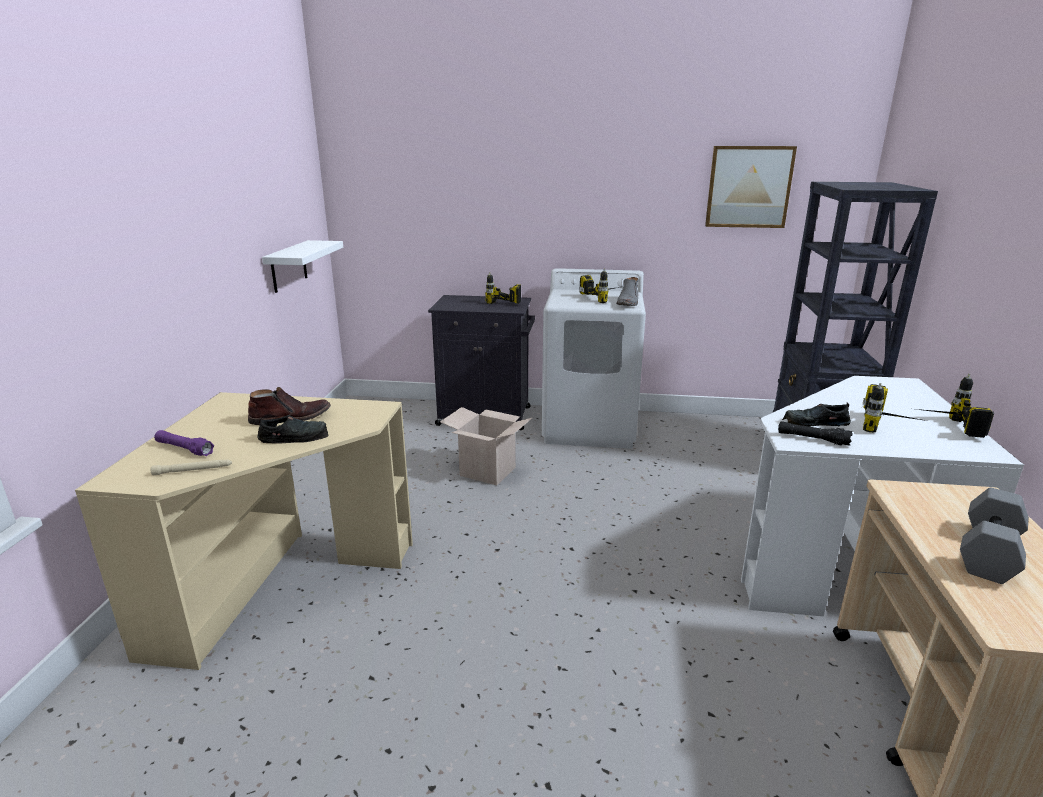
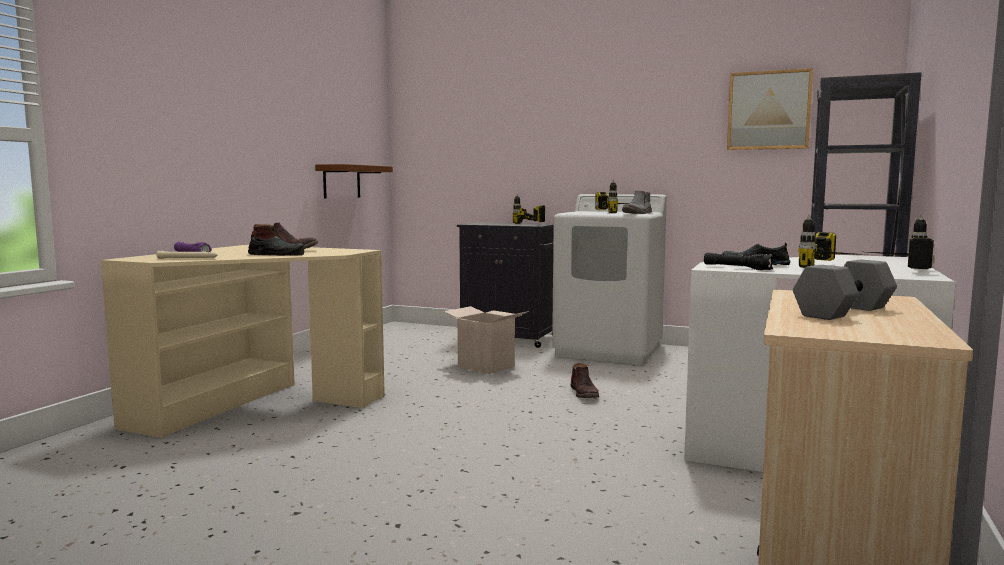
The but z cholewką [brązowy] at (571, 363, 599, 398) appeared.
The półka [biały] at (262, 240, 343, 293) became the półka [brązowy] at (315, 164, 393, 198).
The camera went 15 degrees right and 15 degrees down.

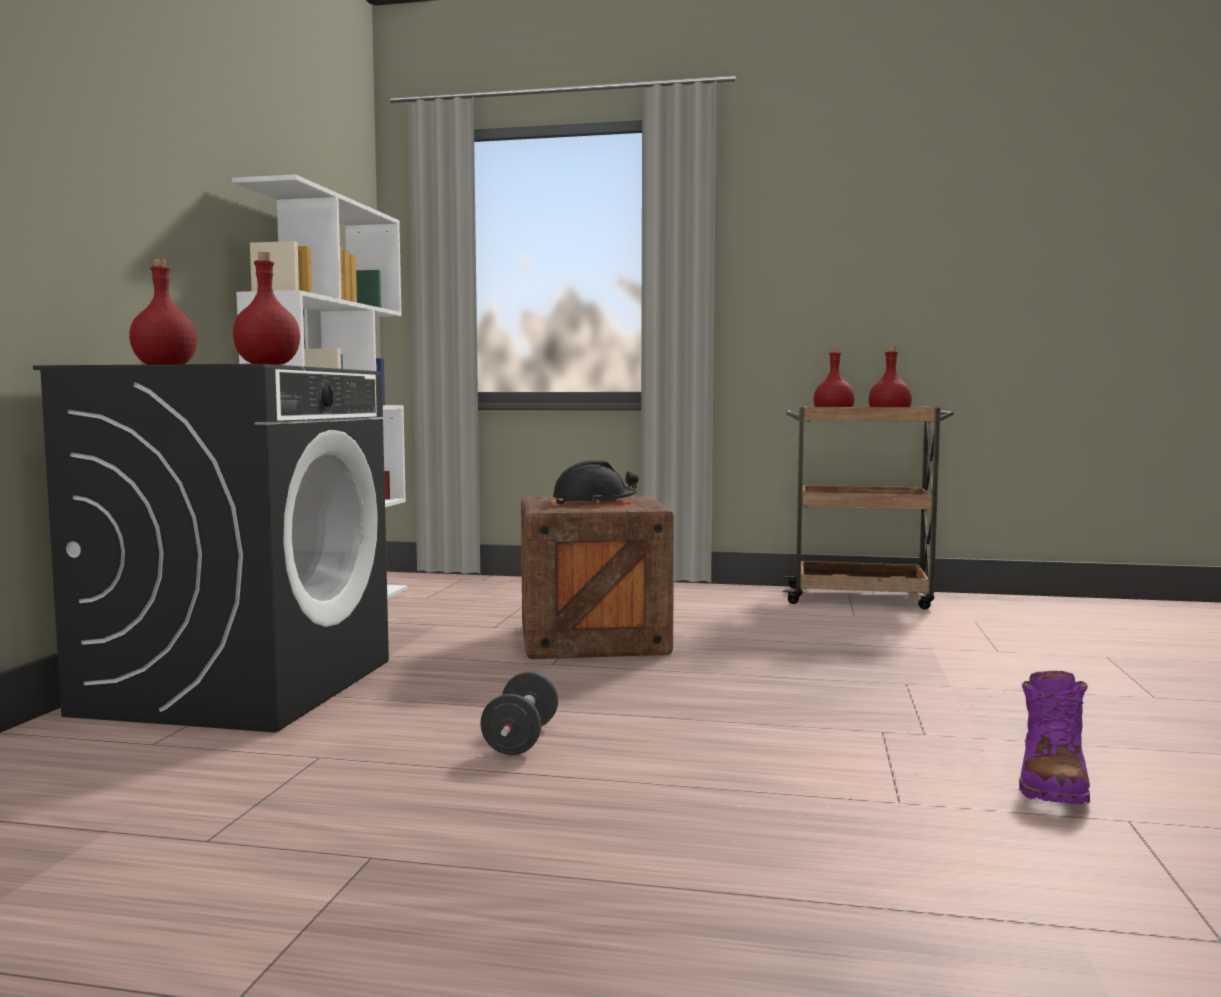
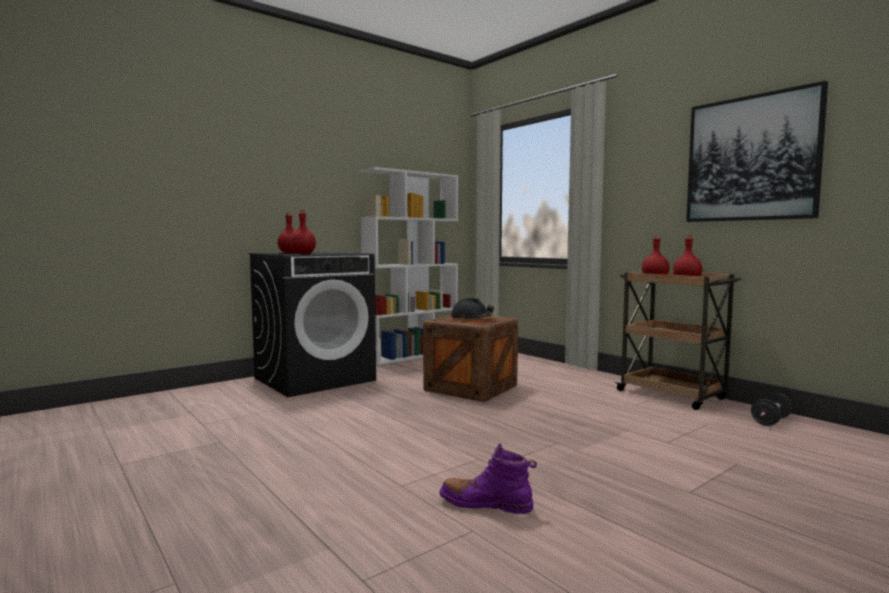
The obraz at (686, 81, 828, 222) appeared.
The hantel [czarny] moved from (480, 672, 558, 755) to (751, 393, 792, 426).
The but z cholewką [fioletowy] at (1019, 671, 1090, 804) turned 45 degrees clockwise.
The camera went 40 degrees right and 0 degrees up.

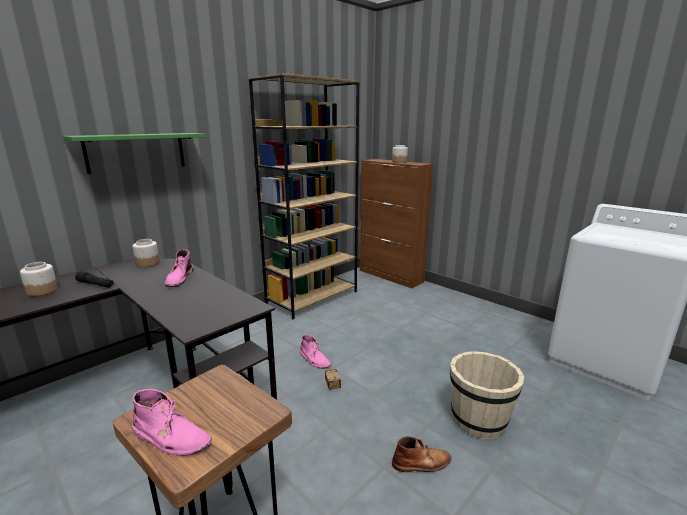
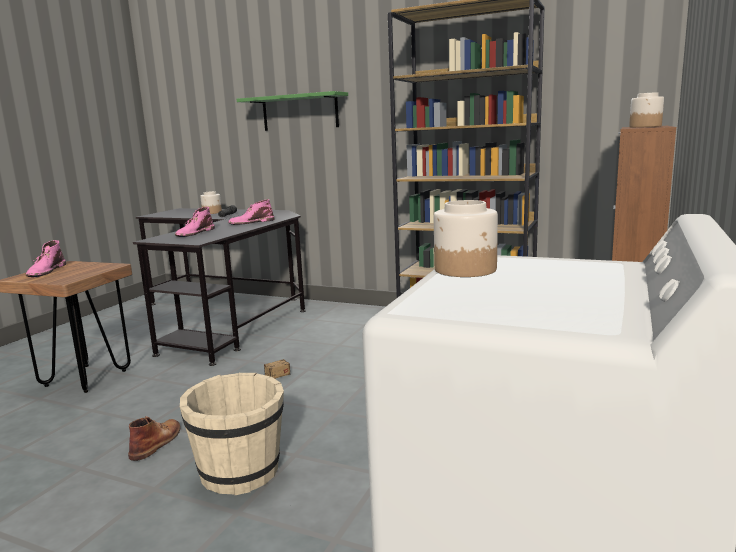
The słoik moved from (132, 239, 160, 267) to (434, 200, 498, 277).
The but z cholewką [różowy] moved from (300, 335, 331, 369) to (175, 207, 215, 237).
The but z cholewką [brązowy] at (392, 437, 451, 472) turned 135 degrees counterclockwise.
The camera went 70 degrees right and 5 degrees down.

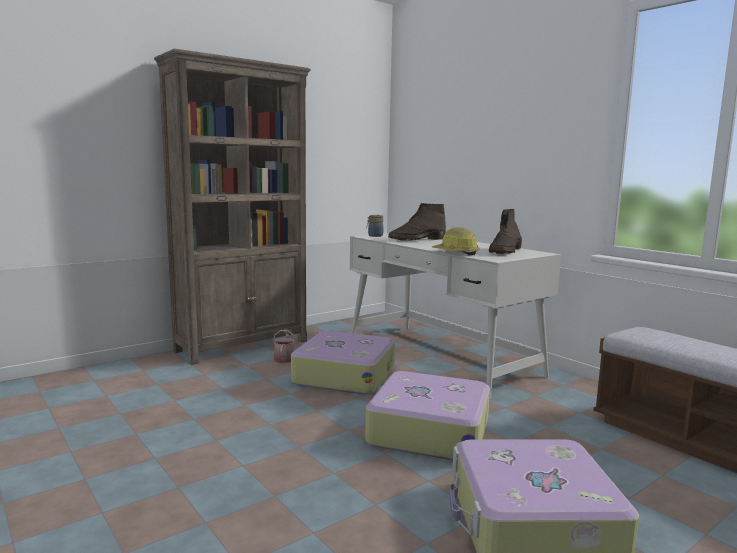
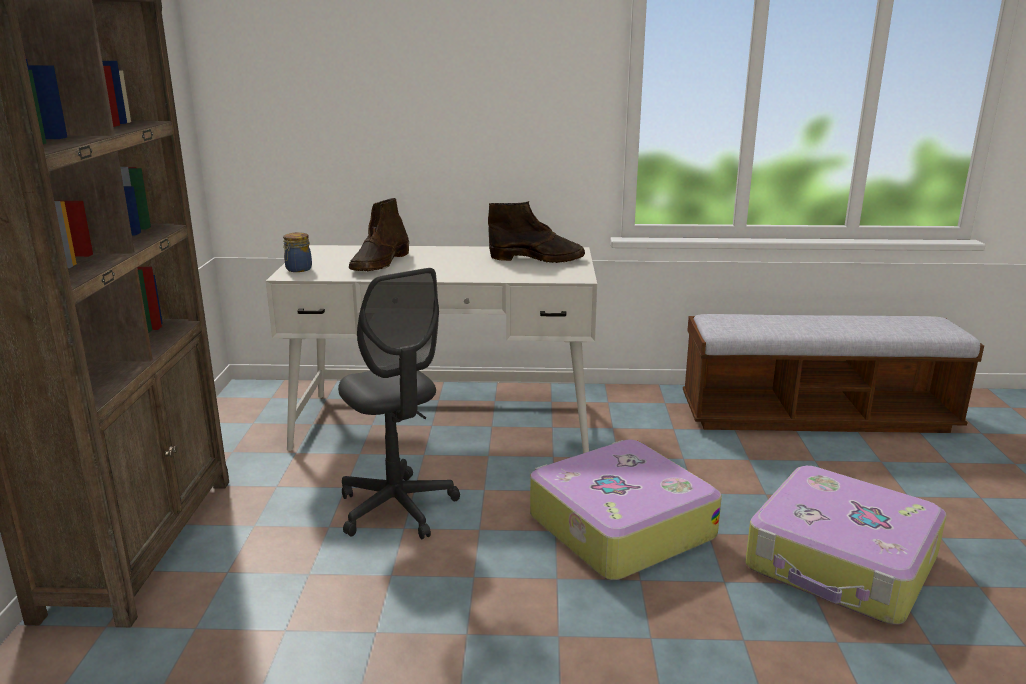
The konewka at (272, 329, 296, 363) disappeared.
The kask at (432, 227, 479, 256) disappeared.
The walizka at (291, 331, 395, 395) was replaced by the krzesło biurowe [szary] at (338, 268, 460, 539).
The but z cholewką [brązowy] at (489, 209, 522, 254) turned 60 degrees counterclockwise.
The camera went 50 degrees left and 10 degrees up.

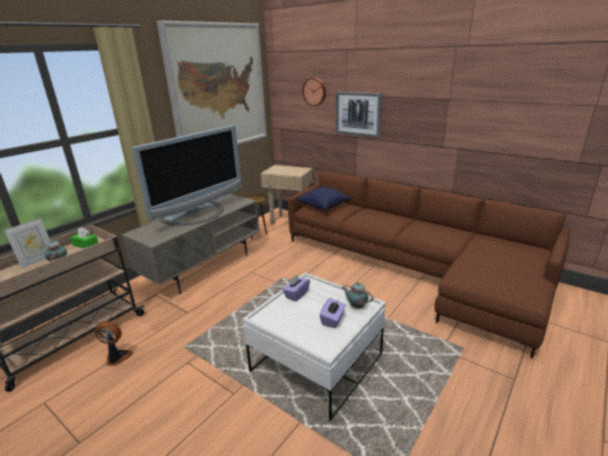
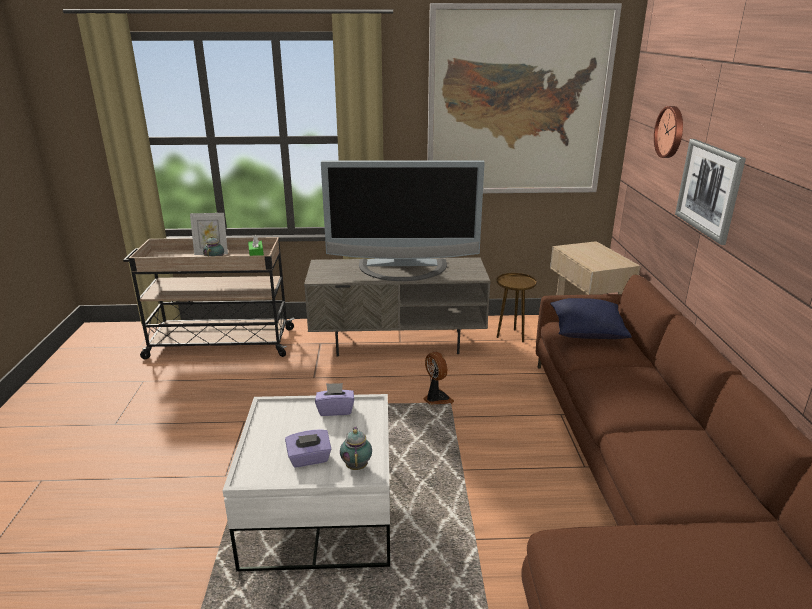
The wentylator moved from (95, 321, 133, 366) to (423, 352, 454, 405).
The camera went 50 degrees right and 0 degrees up.

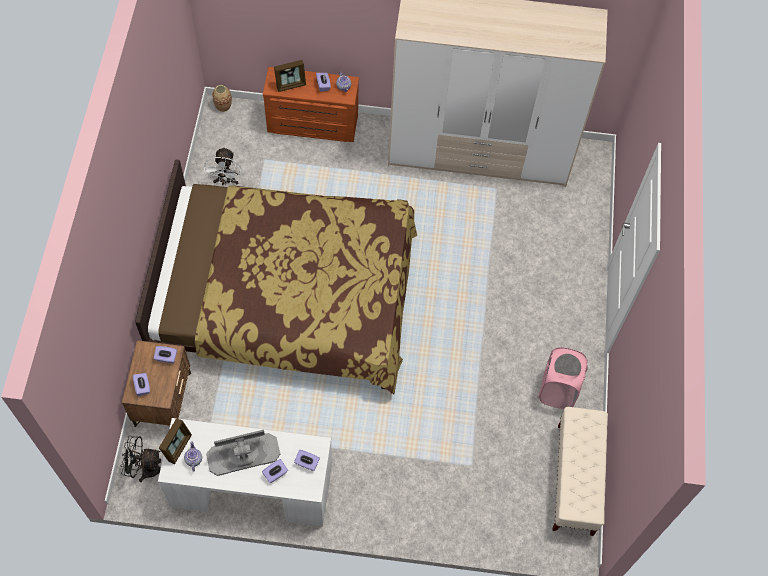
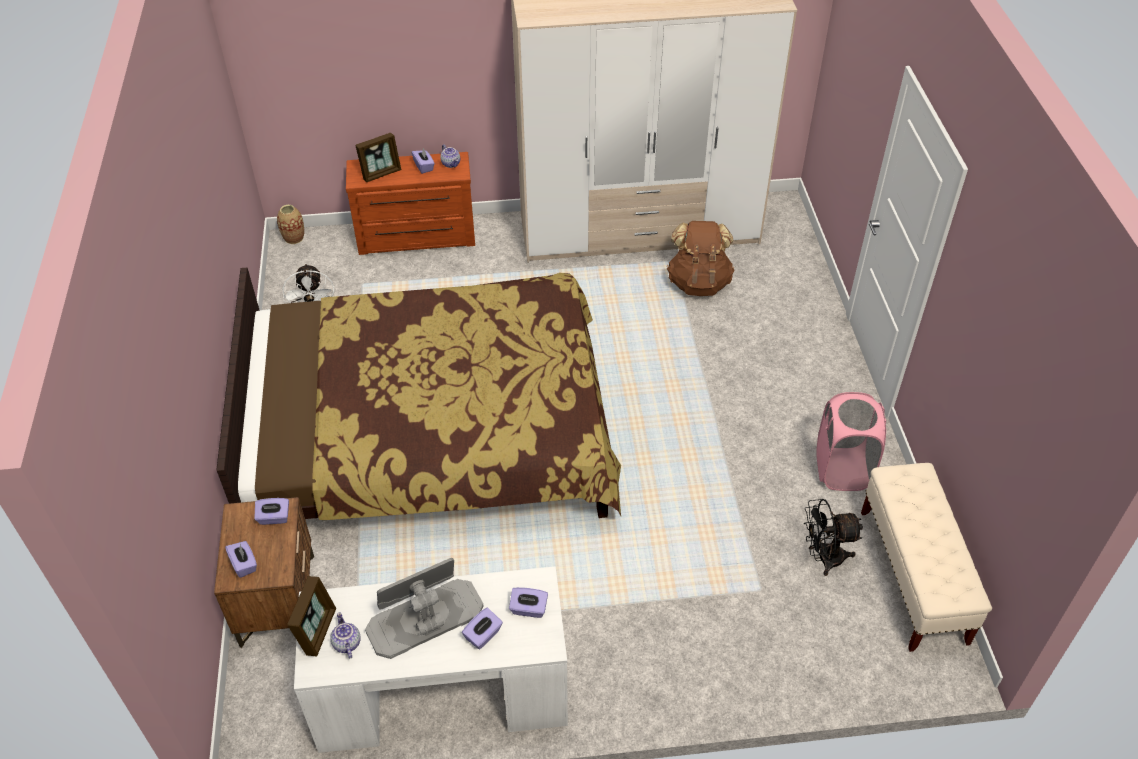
The plecak [brązowy] at (667, 221, 735, 296) appeared.
The wentylator [czarny] moved from (120, 436, 161, 482) to (804, 499, 863, 576).
The camera went 10 degrees left and 15 degrees down.

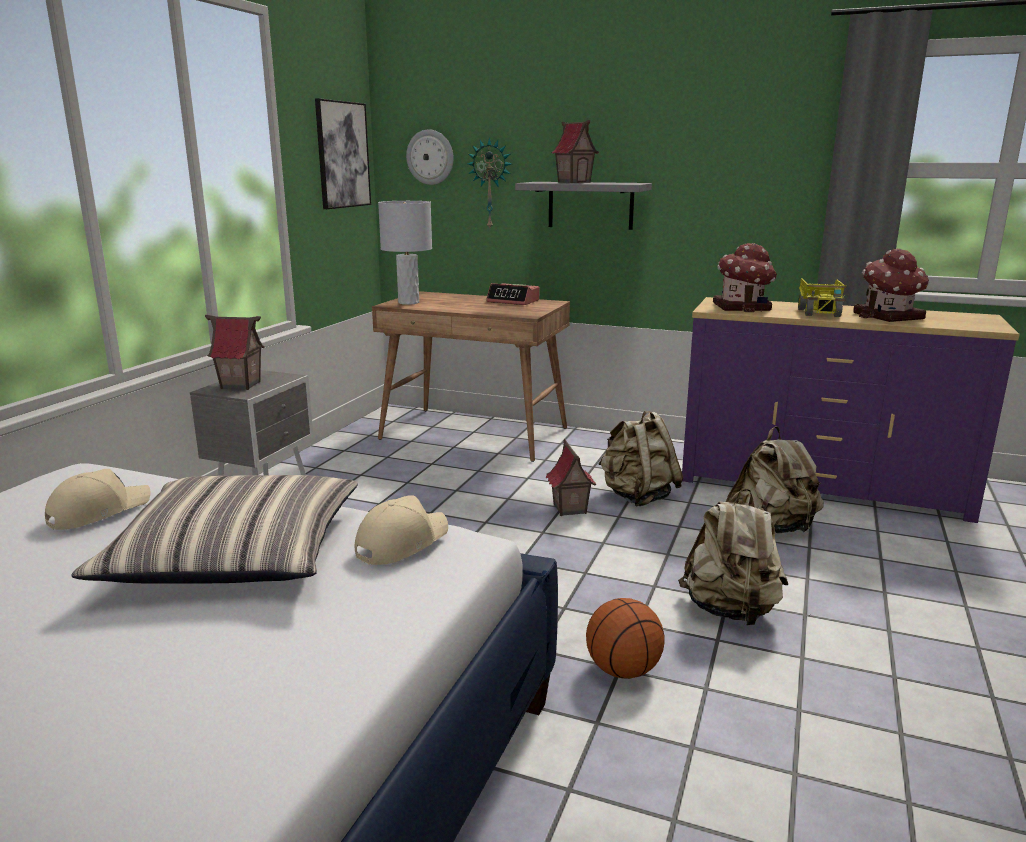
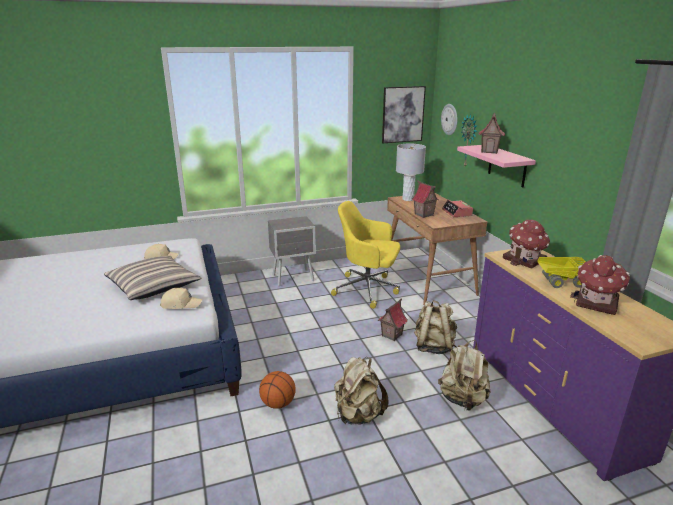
The krzesło biurowe [żółty] at (331, 201, 400, 309) appeared.
The domek moved from (205, 315, 265, 390) to (412, 180, 439, 218).
The półka [szary] at (515, 182, 652, 230) became the półka [różowy] at (457, 145, 536, 188).
The ciężarówka zabawkowa at (798, 278, 846, 317) turned 150 degrees counterclockwise.
The camera went 50 degrees right and 5 degrees up.

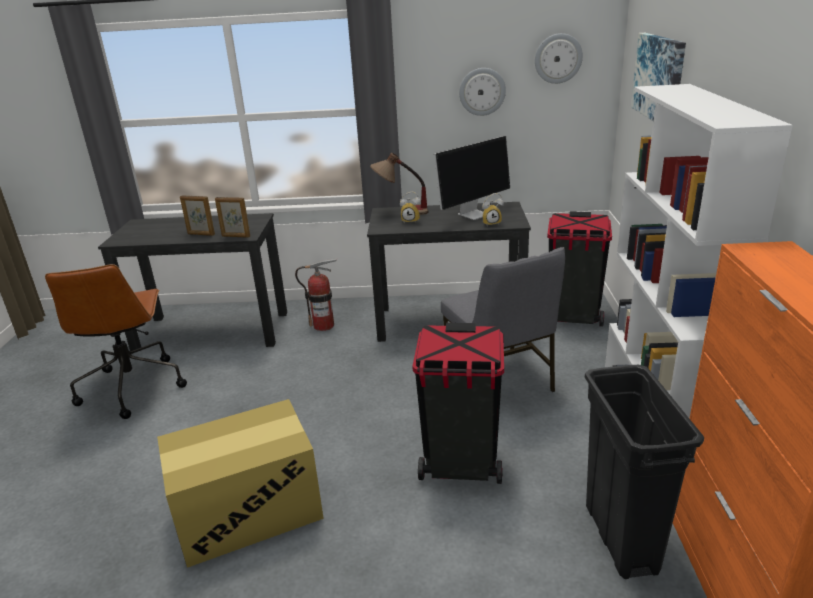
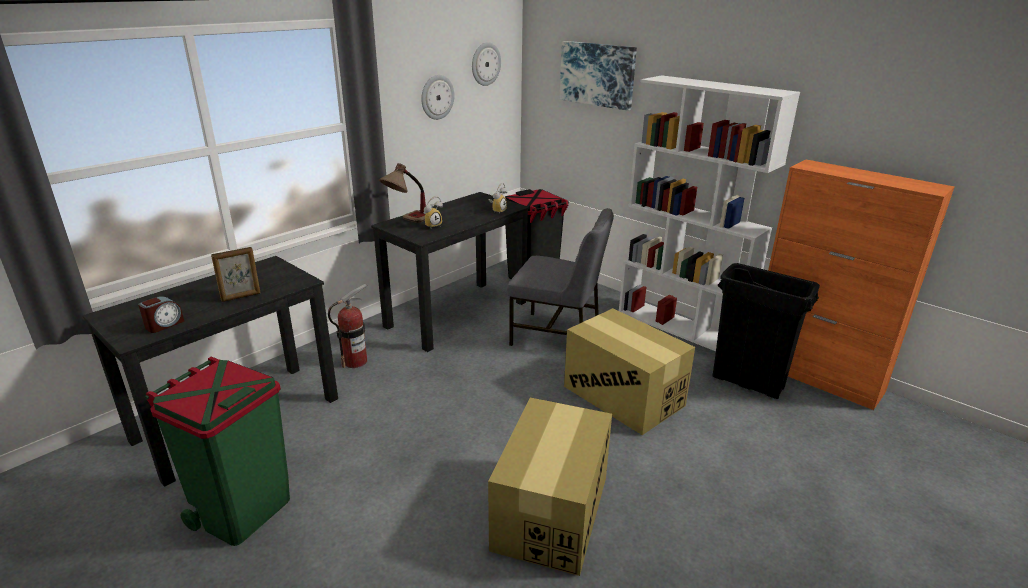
The ramka na zdjęcie at (215, 197, 250, 238) disappeared.
The monitor at (434, 136, 510, 220) disappeared.
The budzik at (138, 296, 184, 333) appeared.
The krzesło biurowe [brązowy] at (45, 264, 187, 419) was replaced by the kosz na śmieci [zielony] at (145, 357, 290, 546).
The kosz na śmieci [czarny] at (412, 323, 504, 484) was replaced by the karton at (564, 308, 695, 435).
The camera went 50 degrees left and 0 degrees up.

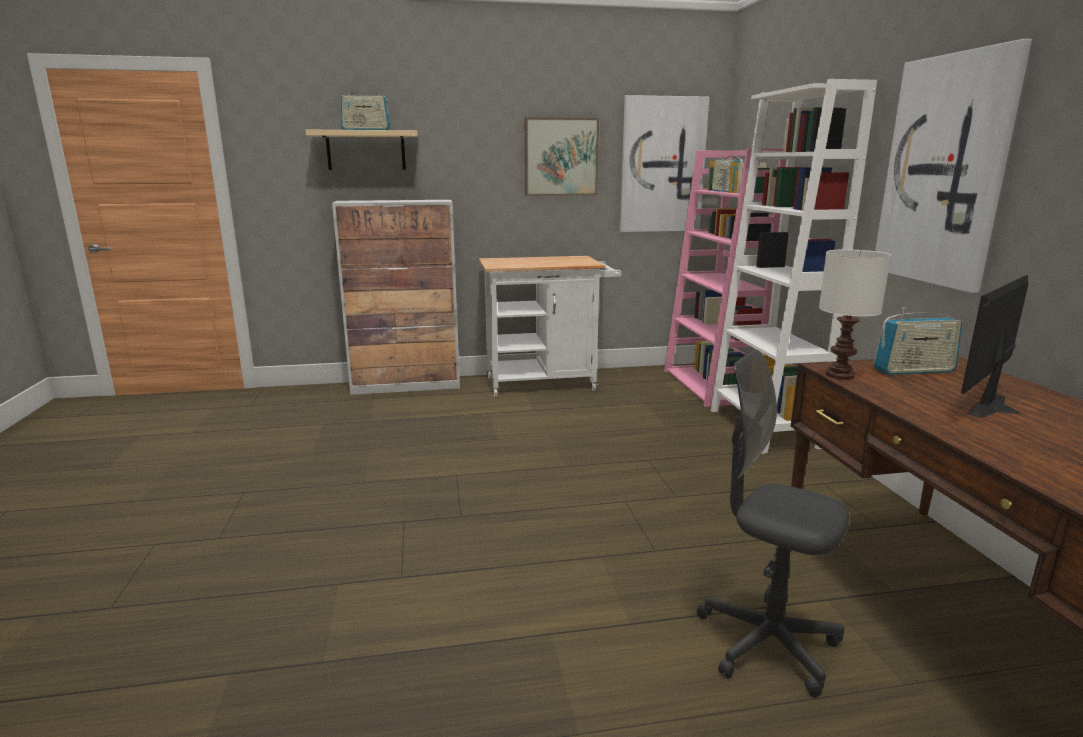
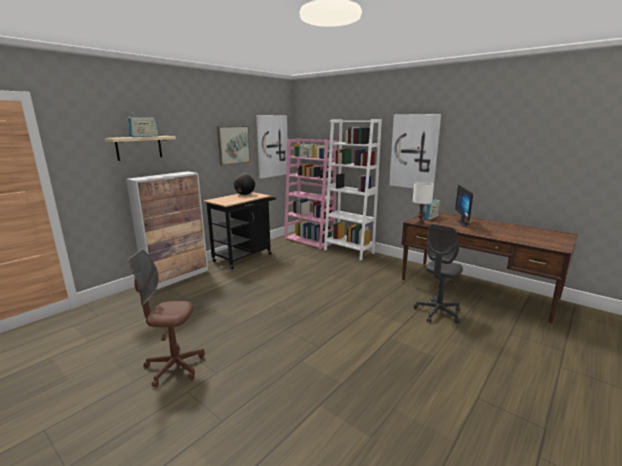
The krzesło biurowe [brązowy] at (128, 250, 205, 387) appeared.
The globus at (234, 174, 255, 195) appeared.
The wózek [biały] at (479, 256, 622, 397) became the wózek [czarny] at (203, 192, 276, 269).
The krzesło biurowe [szary] at (697, 349, 849, 697) turned 45 degrees counterclockwise.
The camera went 40 degrees left and 0 degrees up.

